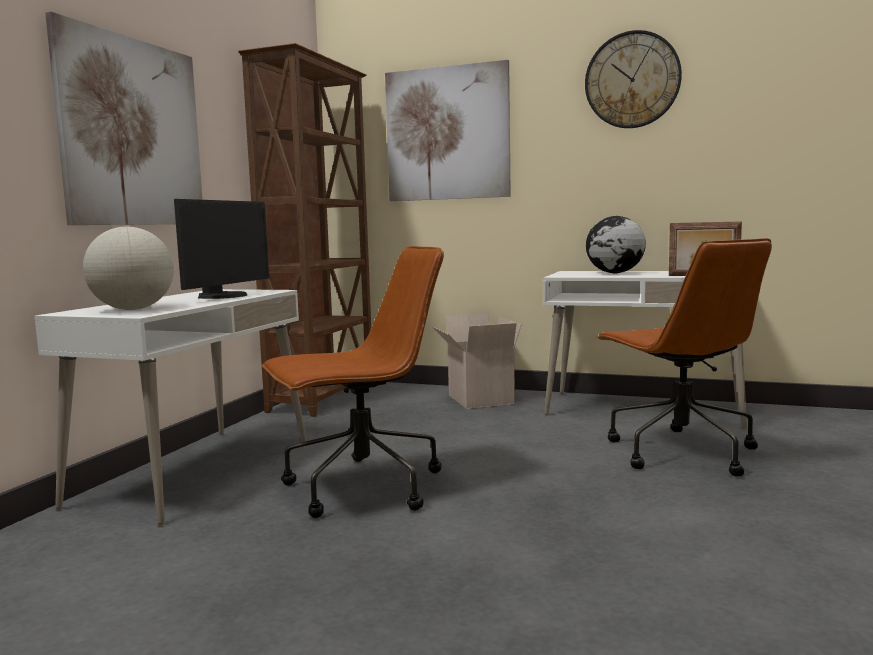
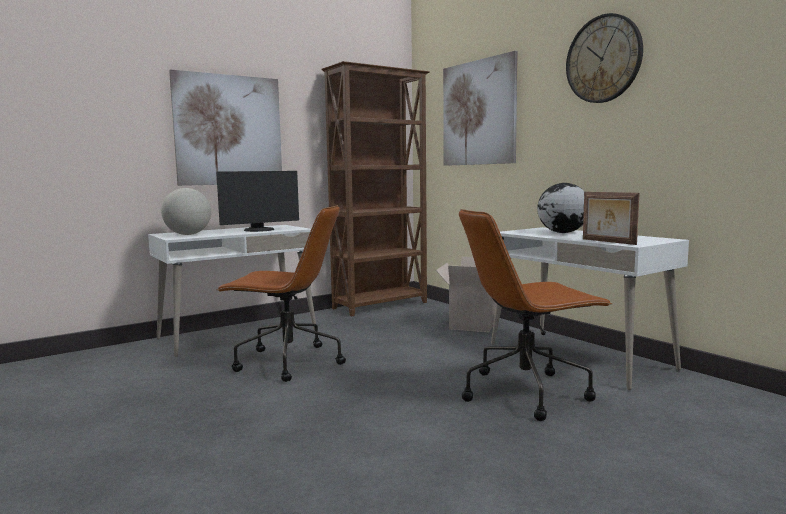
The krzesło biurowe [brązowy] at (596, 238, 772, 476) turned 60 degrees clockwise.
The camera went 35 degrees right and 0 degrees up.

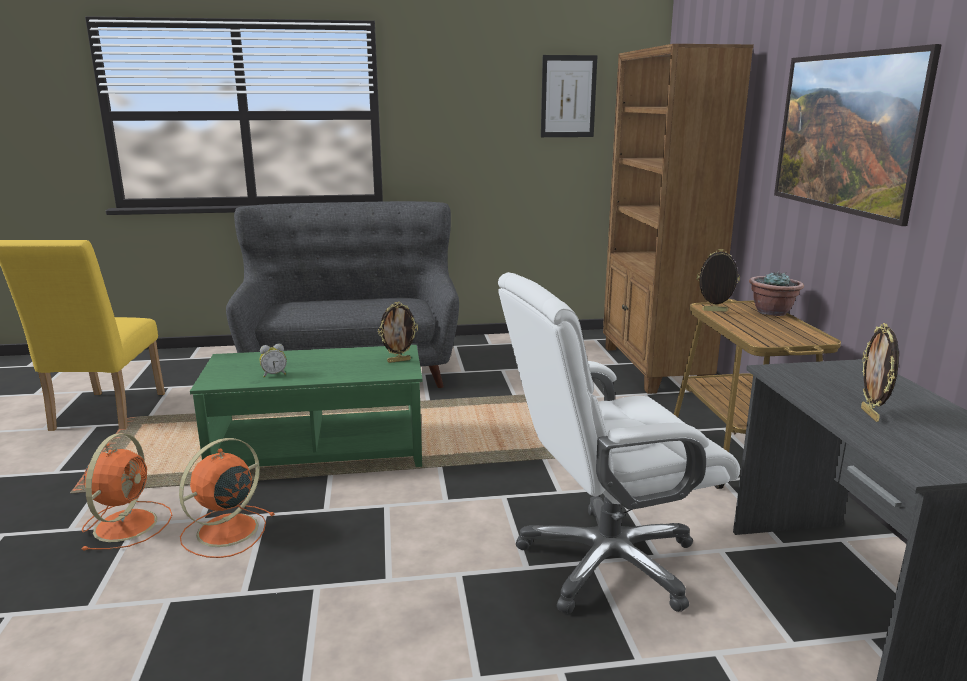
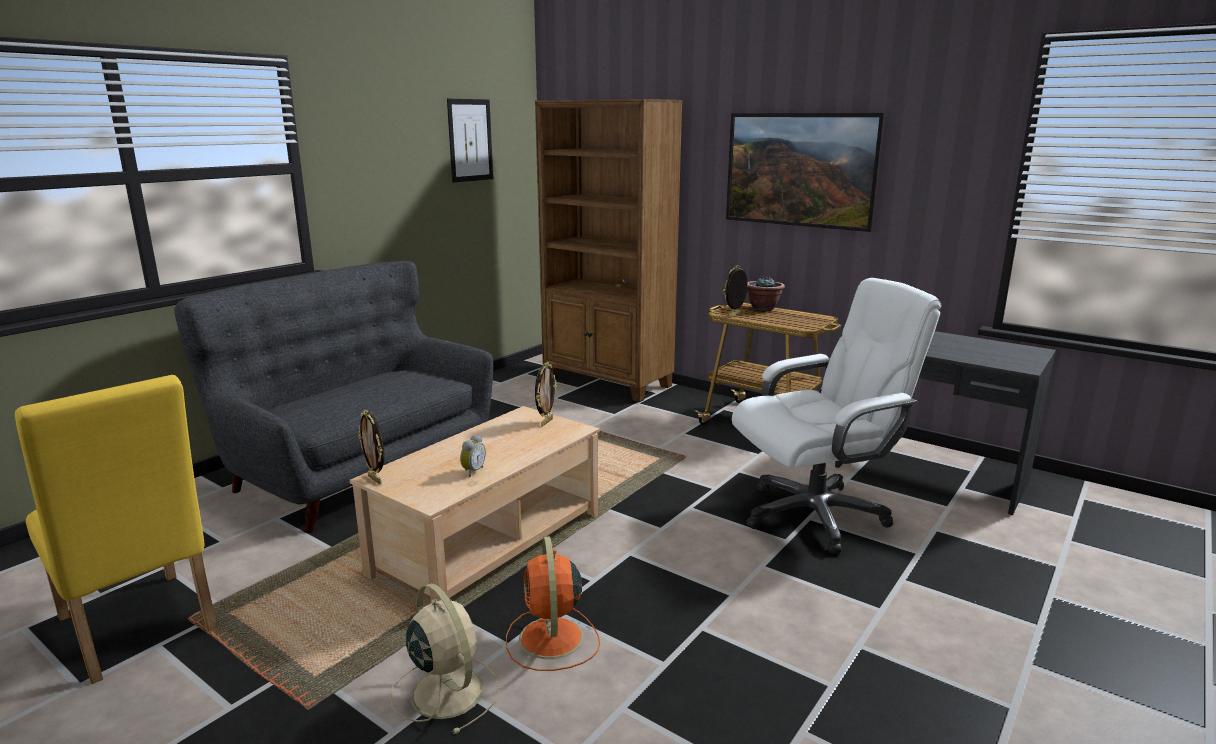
The ramka na zdjęcie moved from (861, 323, 899, 422) to (358, 410, 384, 485).
The wentylator [pomarańczowy] at (82, 433, 172, 550) became the wentylator [beżowy] at (390, 583, 500, 734).
The ława [zielony] at (190, 345, 423, 467) became the ława [beżowy] at (350, 406, 600, 601).
The krzesło biurowe [biały] at (498, 272, 740, 614) turned 135 degrees counterclockwise.
The camera went 45 degrees left and 0 degrees up.

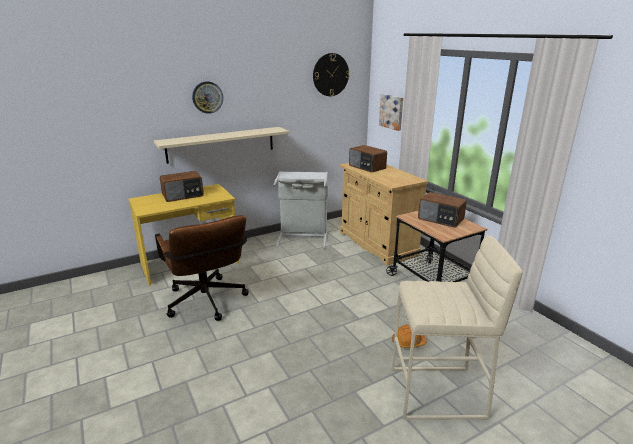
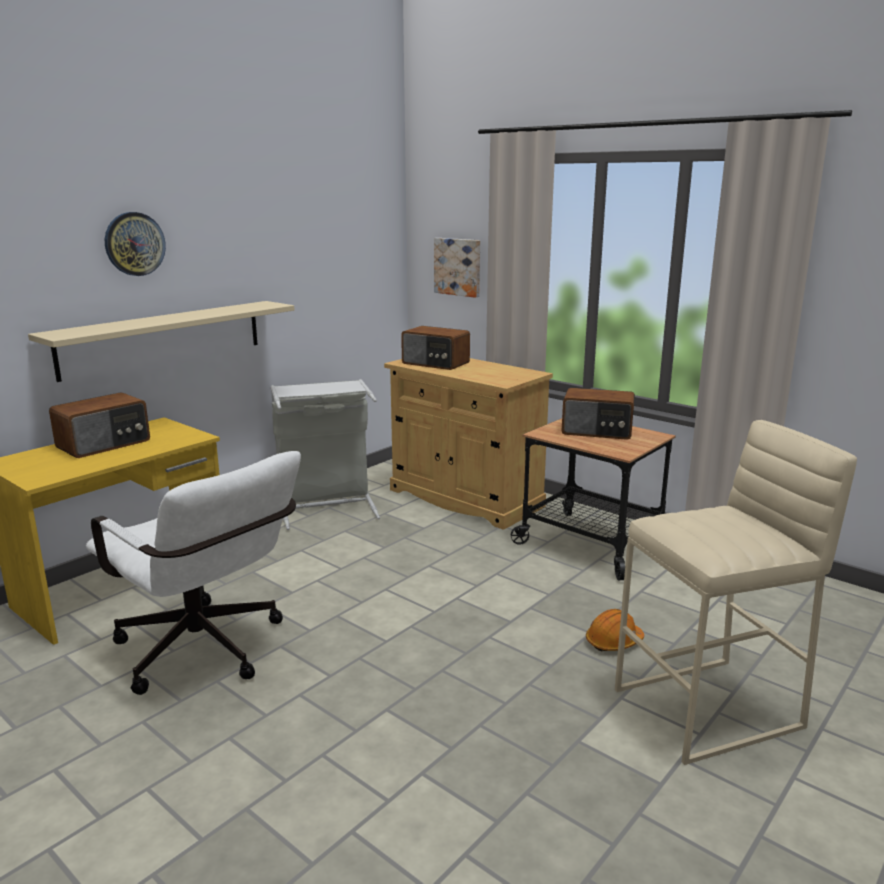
The zegar ścienny at (313, 53, 349, 96) disappeared.
The krzesło biurowe [brązowy] at (155, 215, 249, 321) became the krzesło biurowe [biały] at (86, 451, 301, 695).
The camera went 20 degrees left and 5 degrees down.

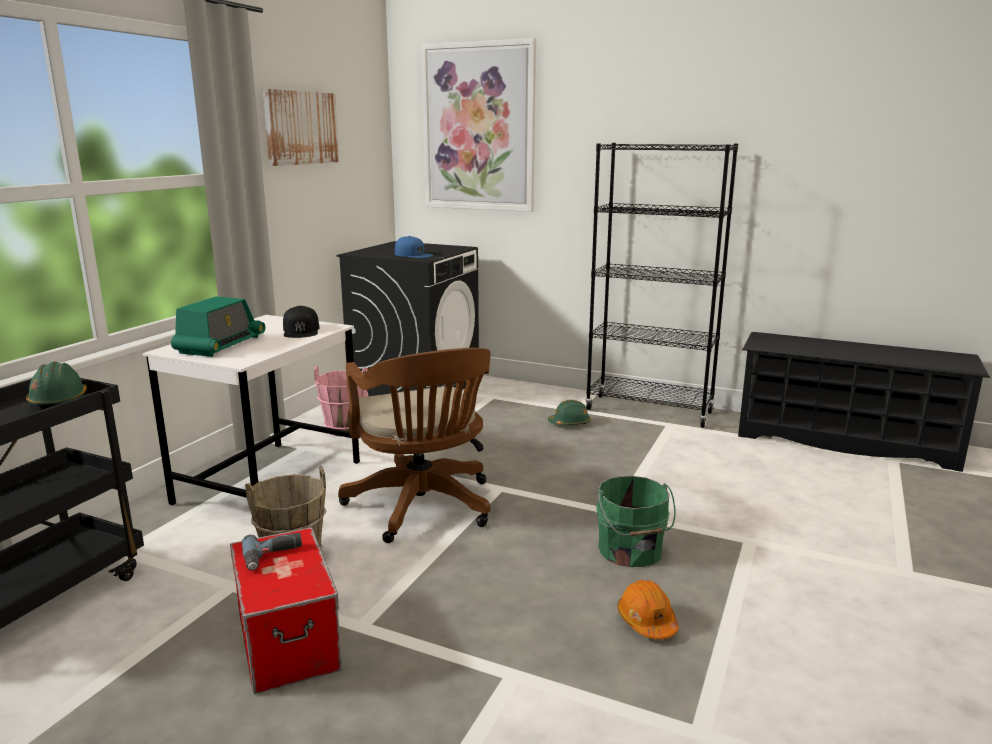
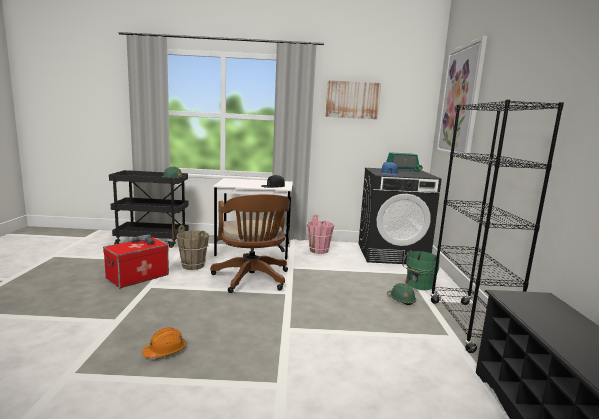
The radio moved from (171, 296, 265, 357) to (383, 152, 423, 172).
The wiadro [zielony] moved from (596, 476, 676, 567) to (403, 250, 440, 290).
The krzesło biurowe [brązowy] at (338, 348, 491, 543) turned 60 degrees counterclockwise.
The camera went 65 degrees right and 5 degrees down.

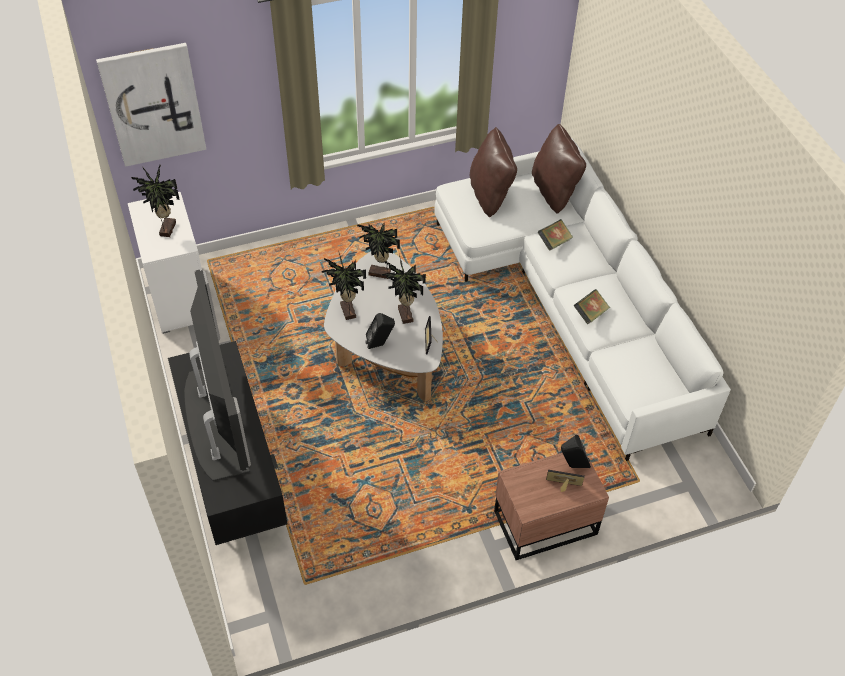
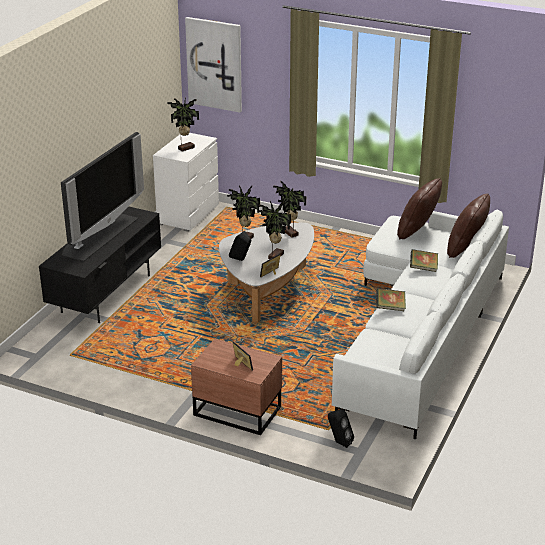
The głośnik [czarny] moved from (561, 435, 591, 468) to (328, 409, 354, 448).
The camera went 45 degrees right and 20 degrees down.

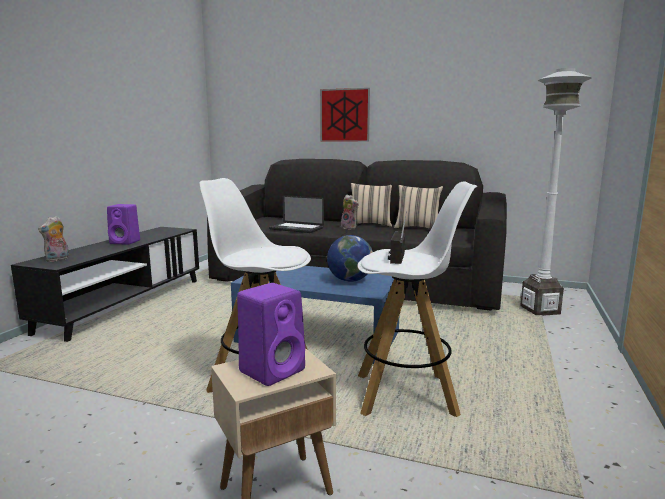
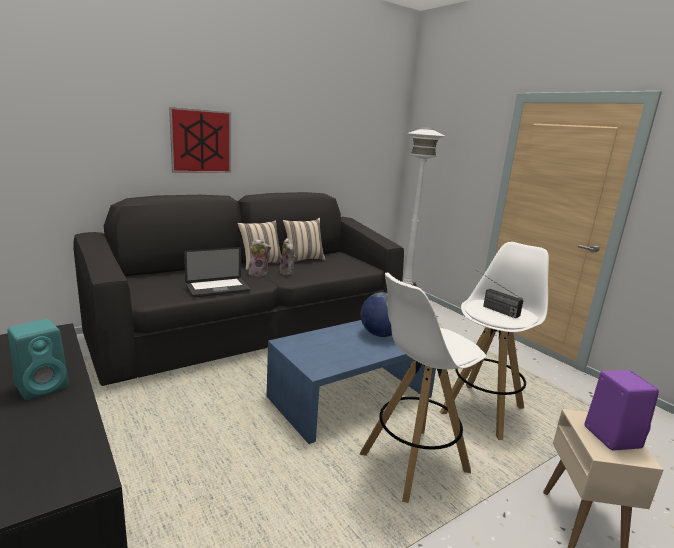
The pluszak moved from (38, 216, 69, 262) to (279, 238, 296, 276).
The głośnik [fioletowy] at (107, 204, 140, 245) became the głośnik [turkusowy] at (8, 319, 69, 400).
The camera went 55 degrees left and 5 degrees up.

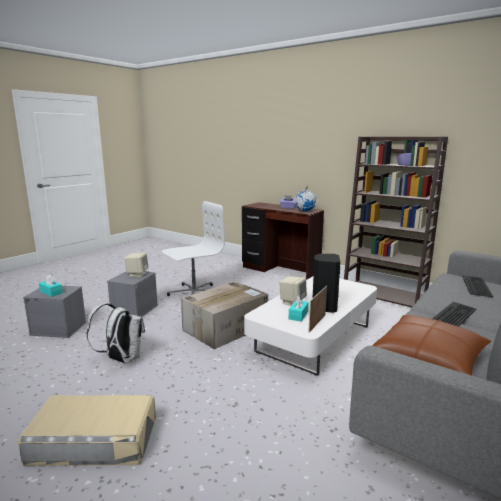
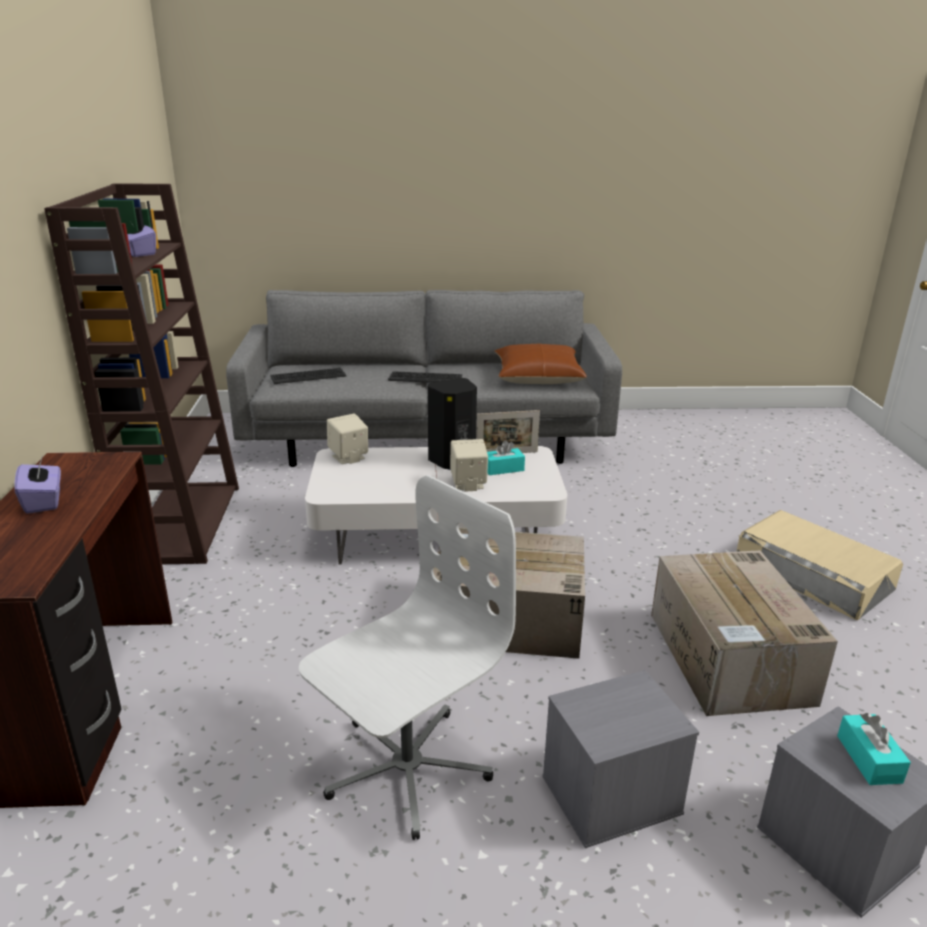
The globus at (294, 186, 317, 212) disappeared.
The głośnik [beżowy] moved from (124, 252, 149, 277) to (327, 413, 368, 464).
The plecak [biały] at (86, 303, 145, 364) was replaced by the karton at (651, 550, 838, 716).
The krzesło biurowe [biały] at (162, 201, 225, 296) turned 120 degrees clockwise.
The camera went 130 degrees left and 10 degrees up.

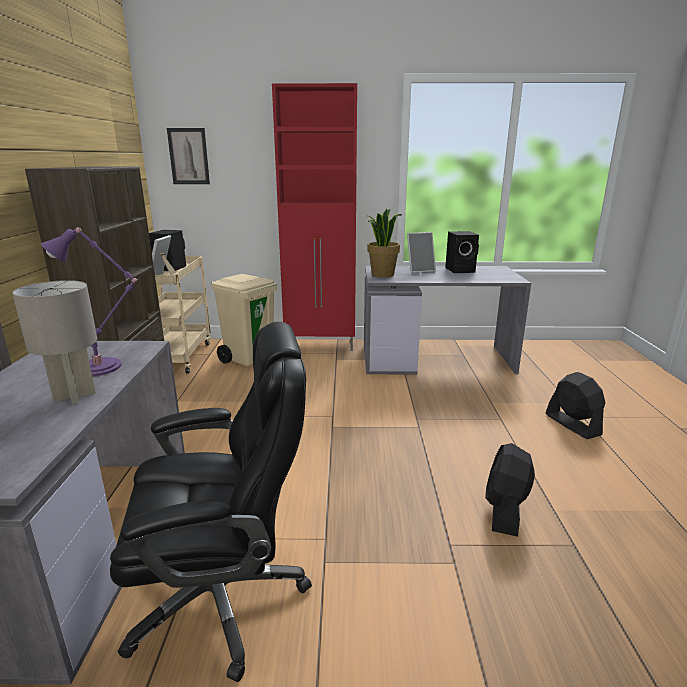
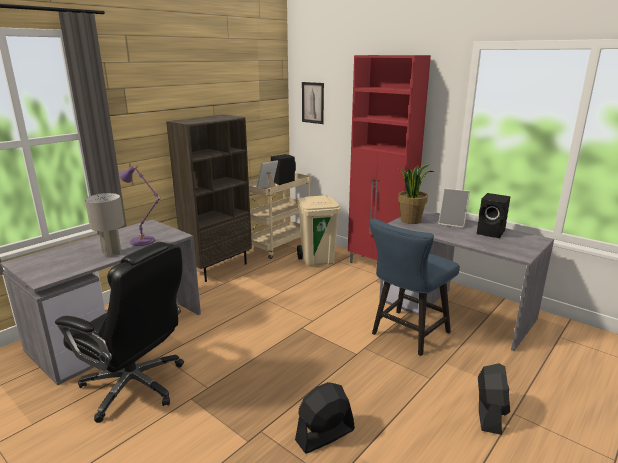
The krzesło [niebieski] at (369, 219, 460, 356) appeared.
The camera went 40 degrees right and 0 degrees up.

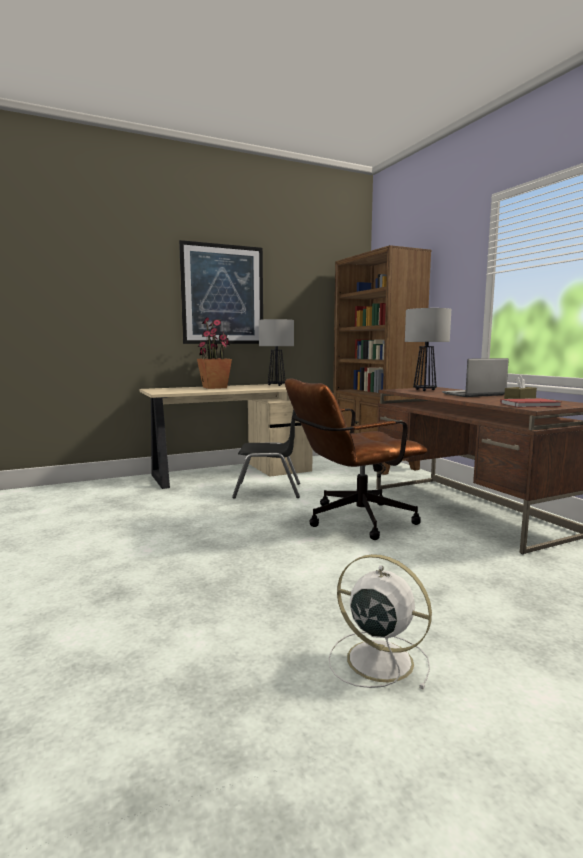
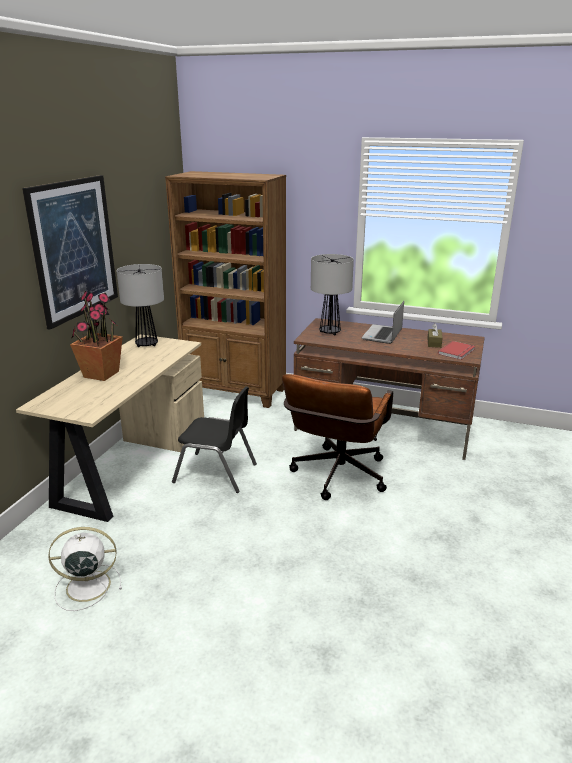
The wentylator [biały] moved from (329, 554, 432, 689) to (48, 527, 122, 611).
The krzesło [czarny] at (232, 409, 300, 498) turned 60 degrees clockwise.
The camera went 45 degrees left and 15 degrees up.

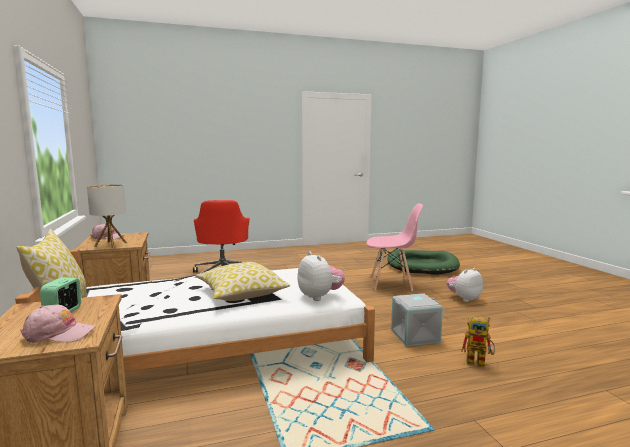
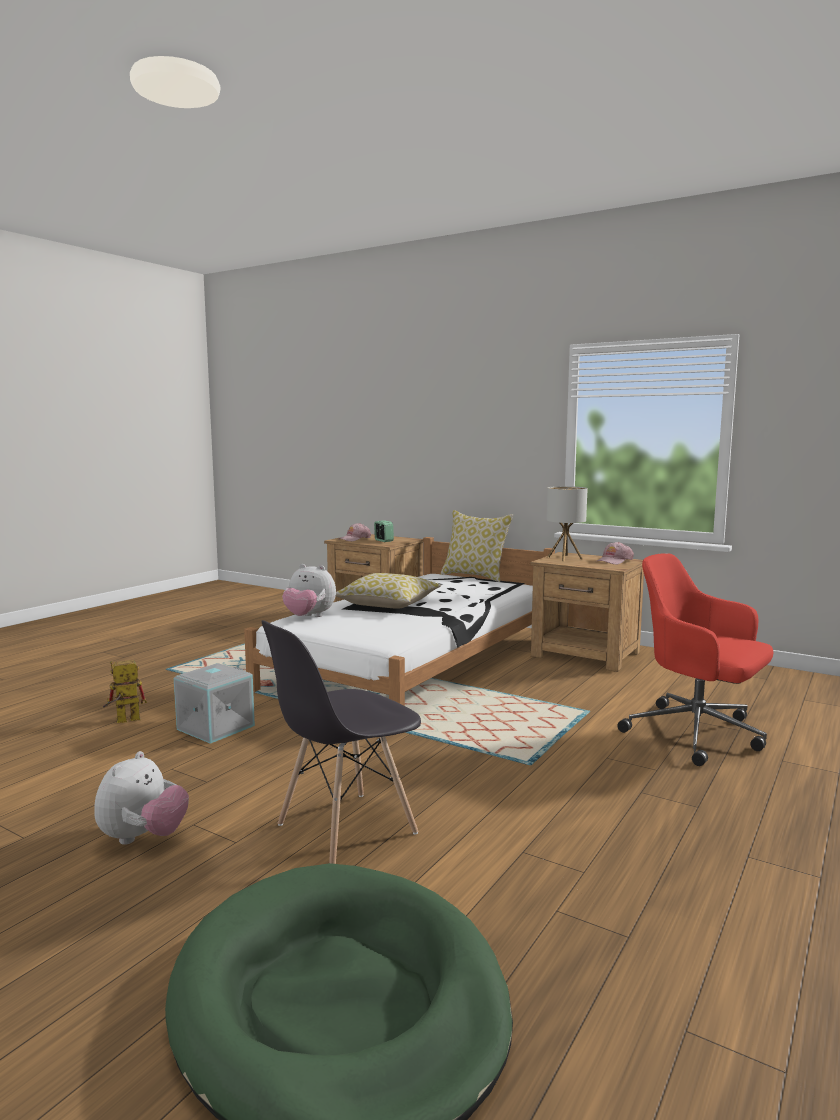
The krzesło [różowy] at (367, 203, 423, 291) became the krzesło [szary] at (261, 620, 421, 864).
The camera went 140 degrees right and 0 degrees up.

